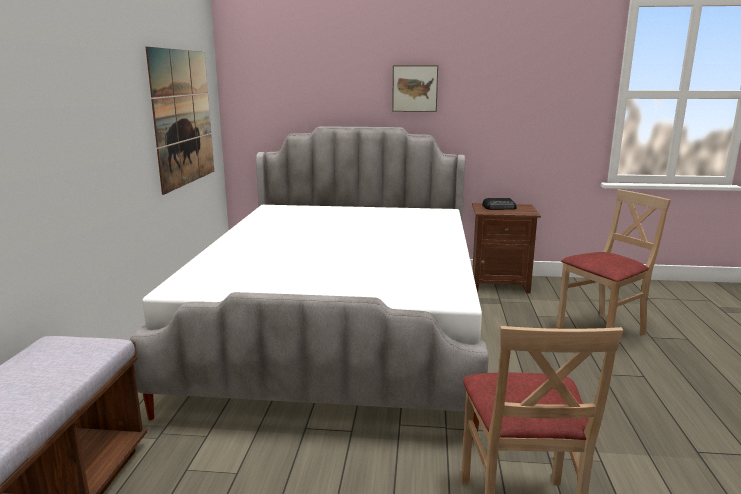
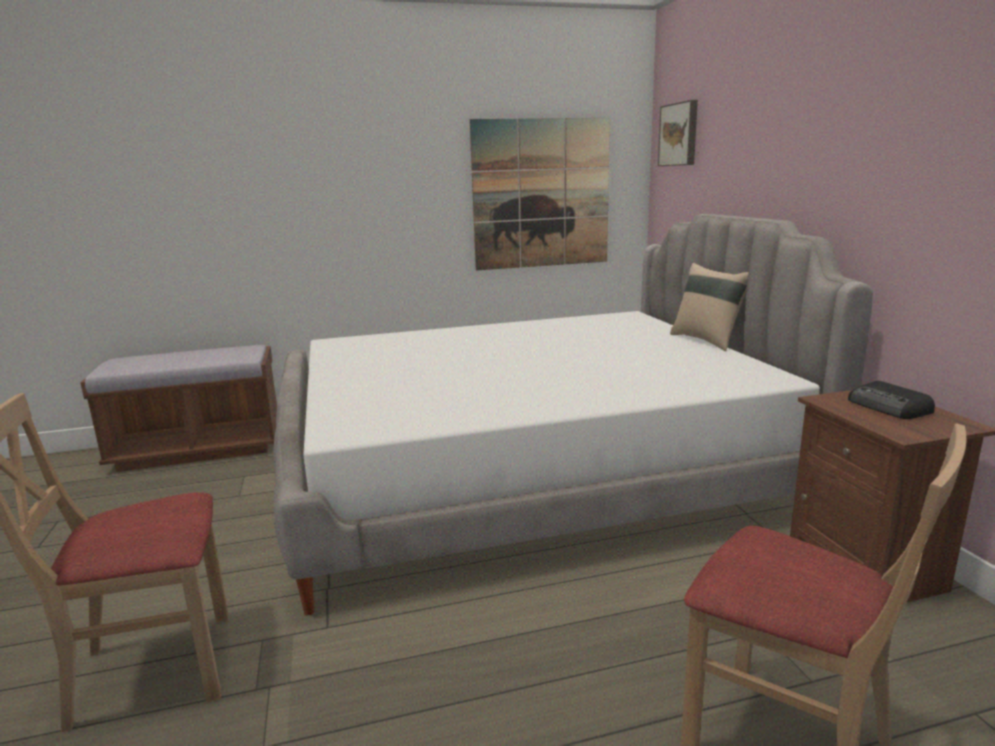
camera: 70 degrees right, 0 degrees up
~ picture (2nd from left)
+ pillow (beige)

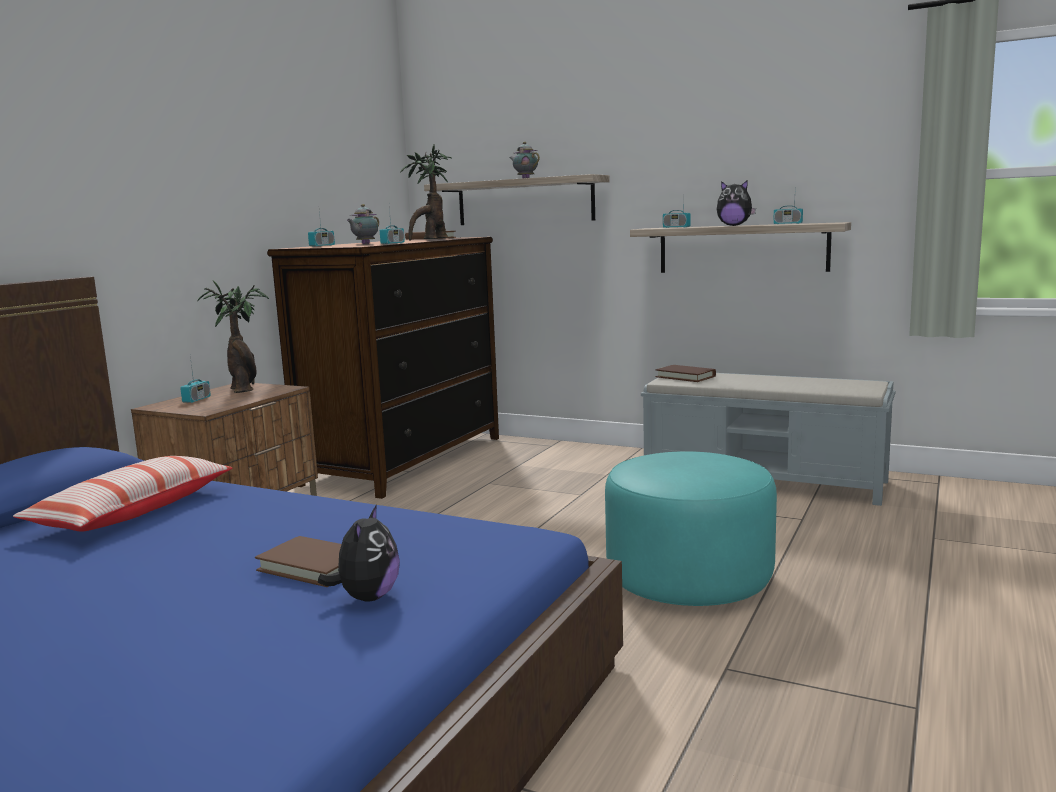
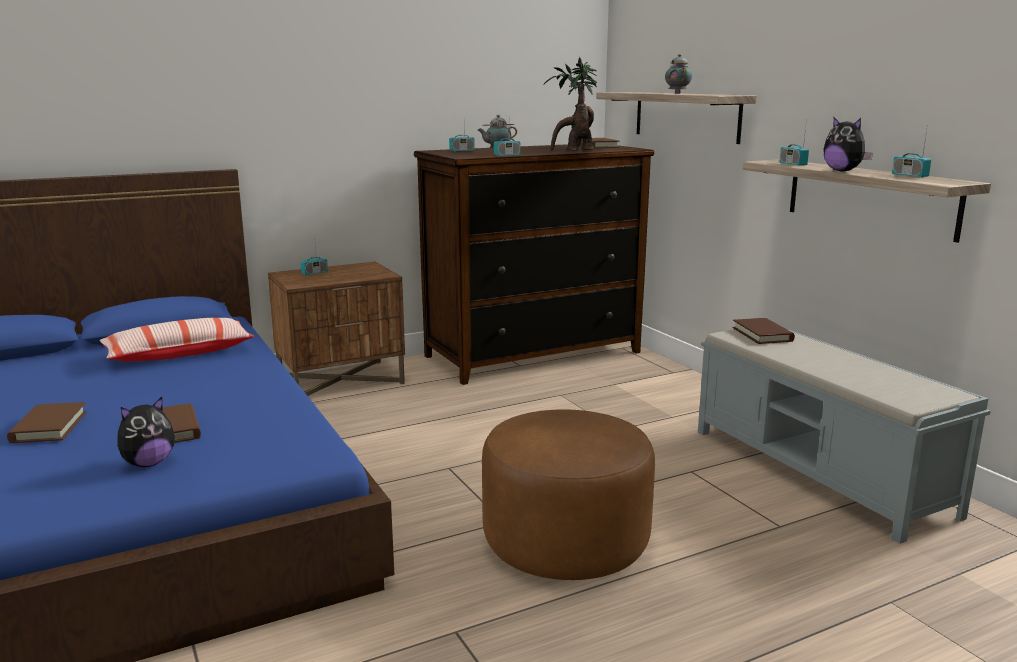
camera: 35 degrees right, 5 degrees up
- potted plant (1st from left)
~ ottoman (turquoise) to ottoman (brown)
+ book (brown) (1st from left)

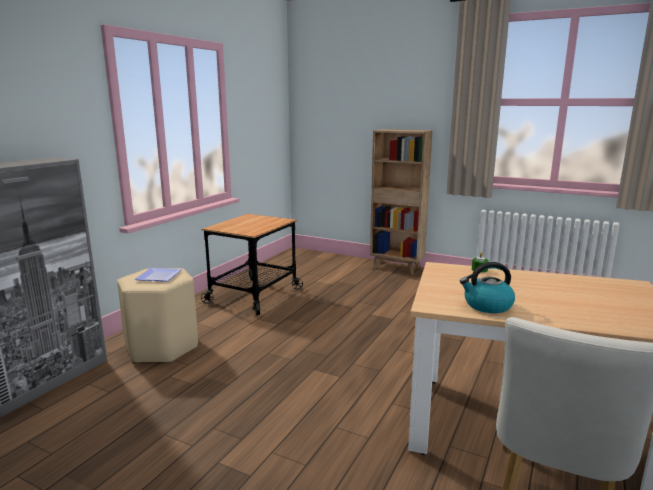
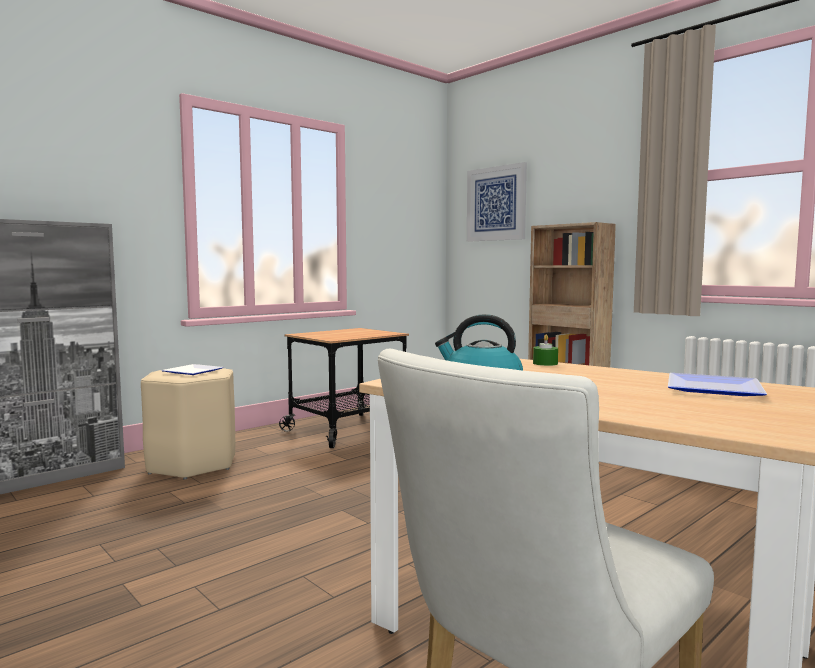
camera: 20 degrees right, 10 degrees down
+ picture
+ plate (2nd from left)

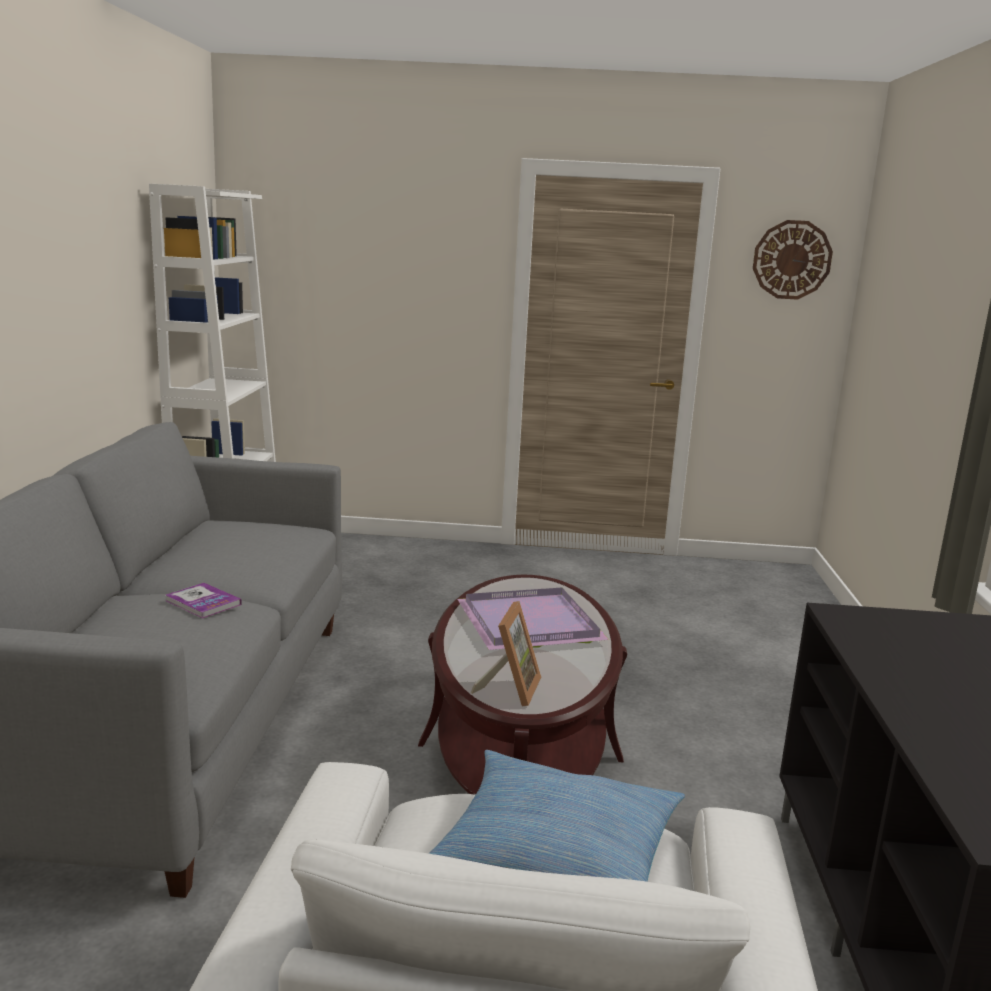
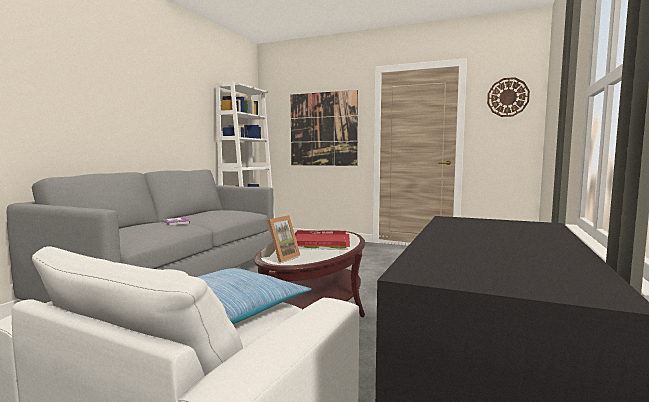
camera: 20 degrees right, 10 degrees down
~ tray (purple) to tray (red)
+ picture

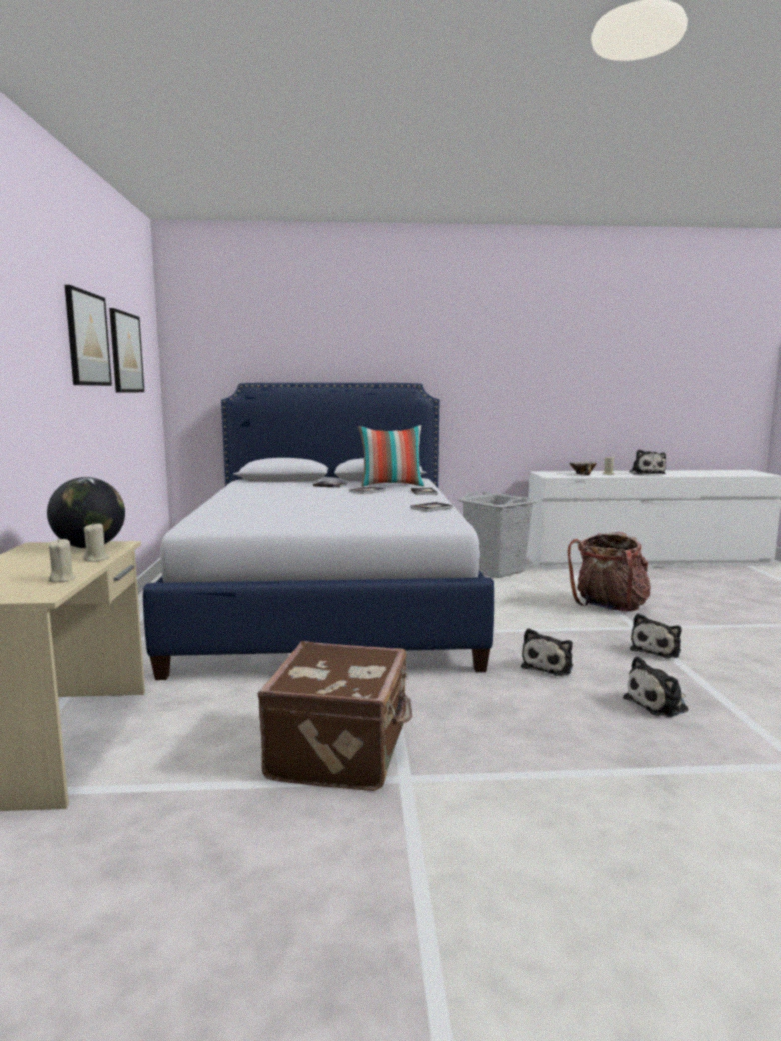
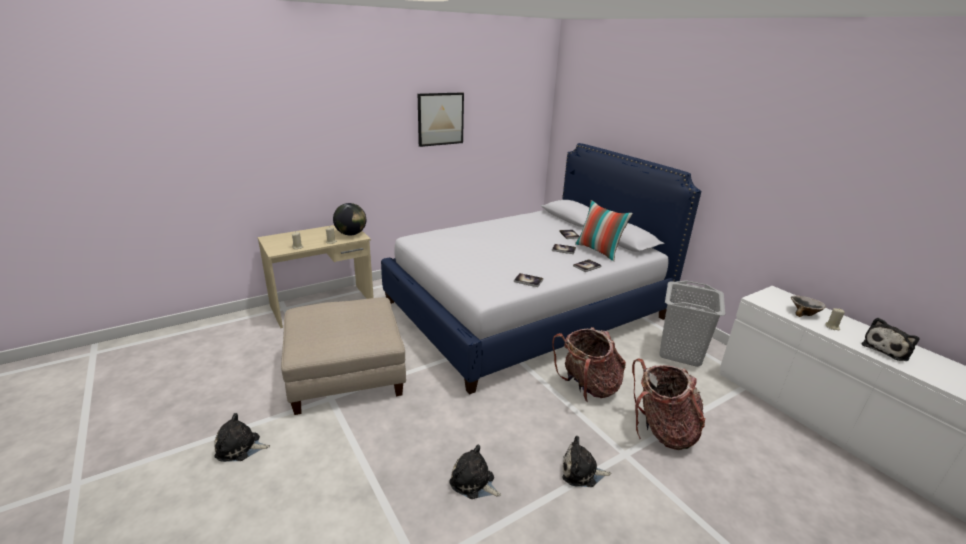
camera: 60 degrees right, 15 degrees up
- picture (2nd from left)
~ suitcase (brown) to ottoman (beige)
~ plush toy (1st from left)
+ backpack (1st from left)

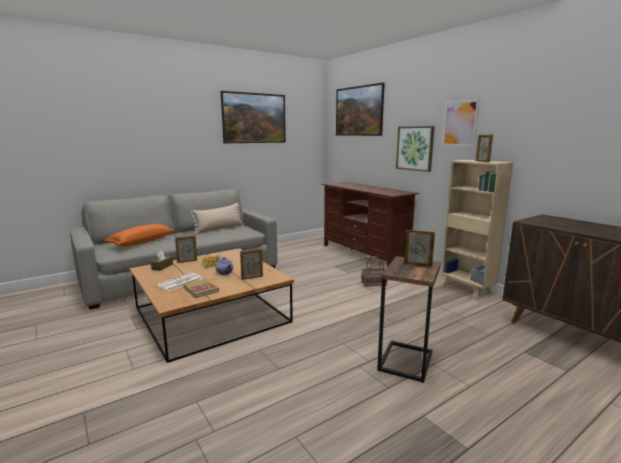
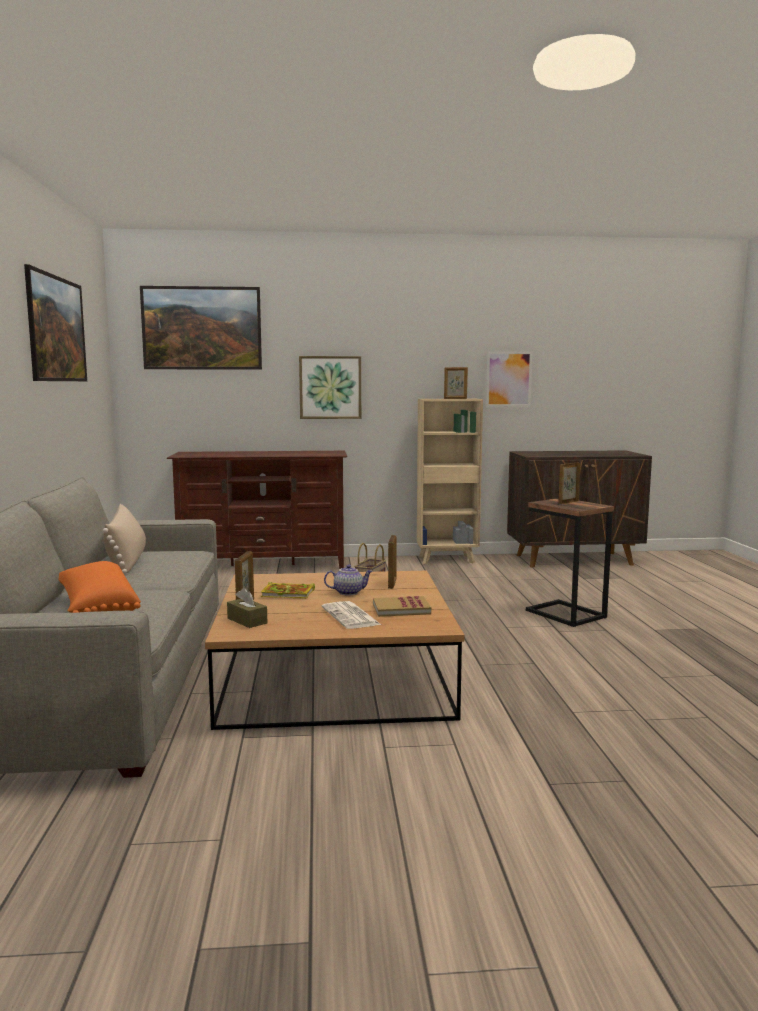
camera: 60 degrees left, 5 degrees down
~ picture (4th from left)

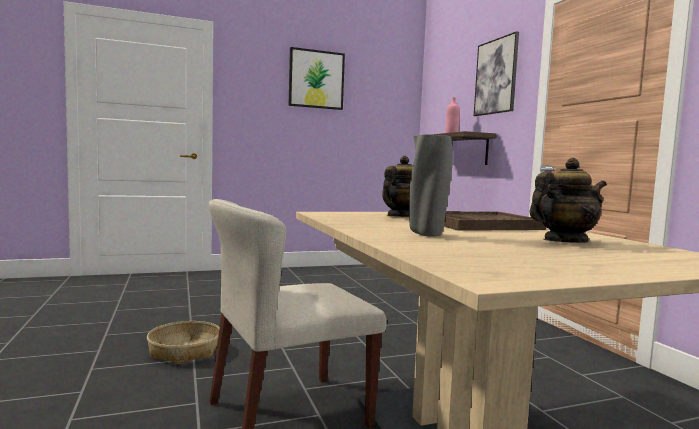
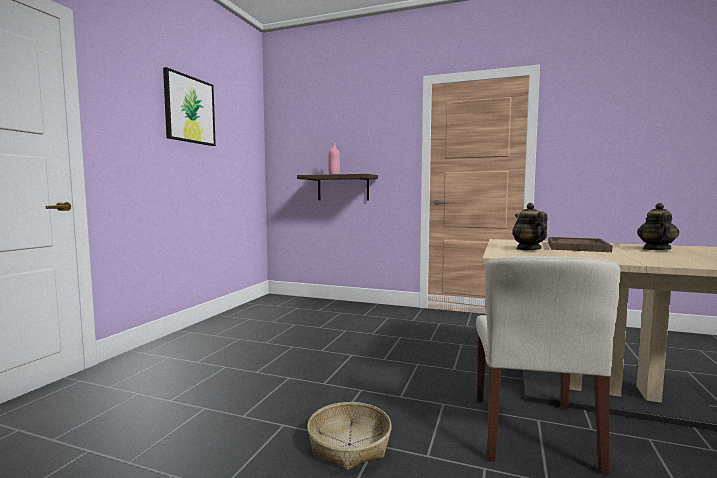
camera: 50 degrees left, 0 degrees up
- vase (grey)
- picture (2nd from left)

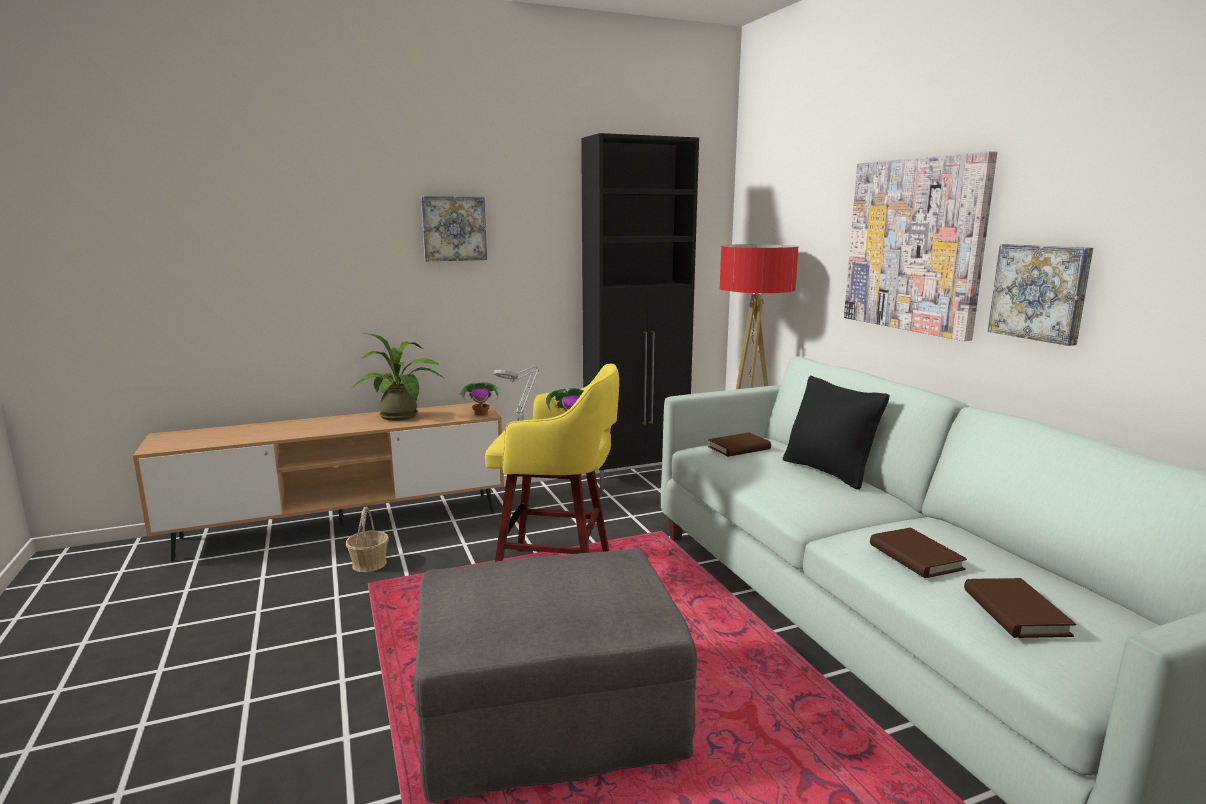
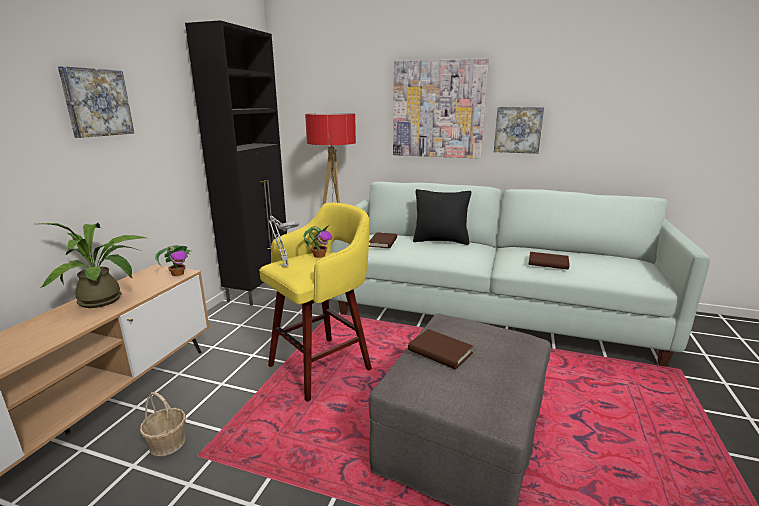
camera: 50 degrees left, 5 degrees up
~ book (brown) (3rd from left in the first image) to book (brown) (2nd from left)

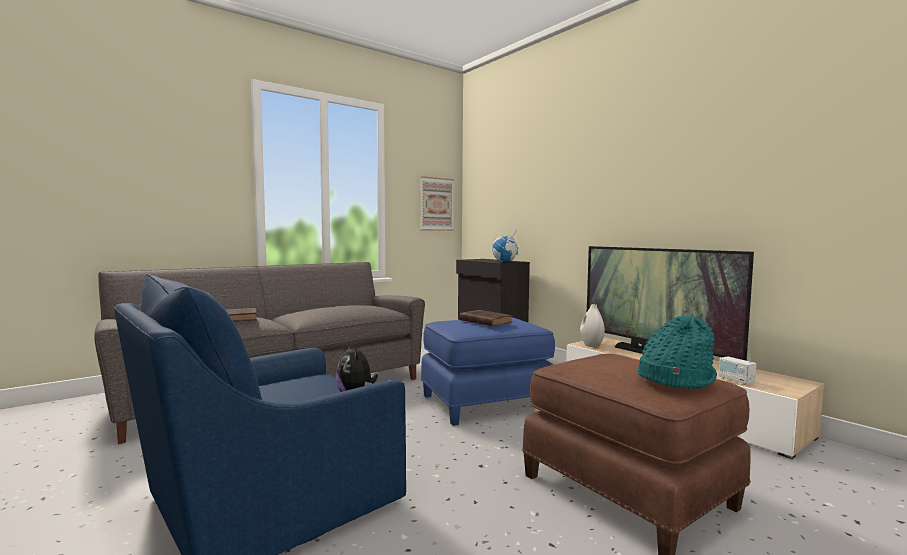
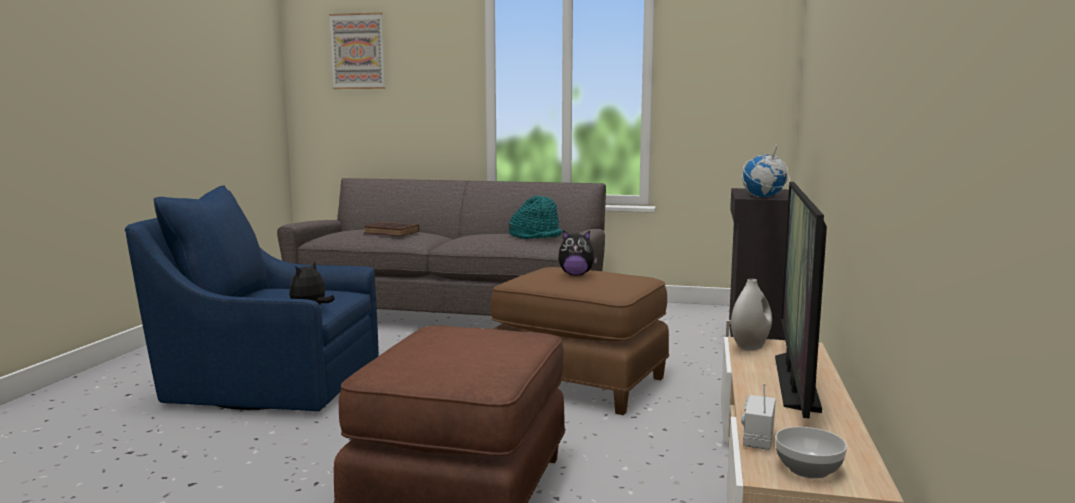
camera: 50 degrees right, 5 degrees up
~ picture
~ ottoman (blue) to ottoman (brown) (2nd from left)
~ book (brown) (2nd from left) to plush toy (2nd from left)
~ hat (turquoise)
+ bowl

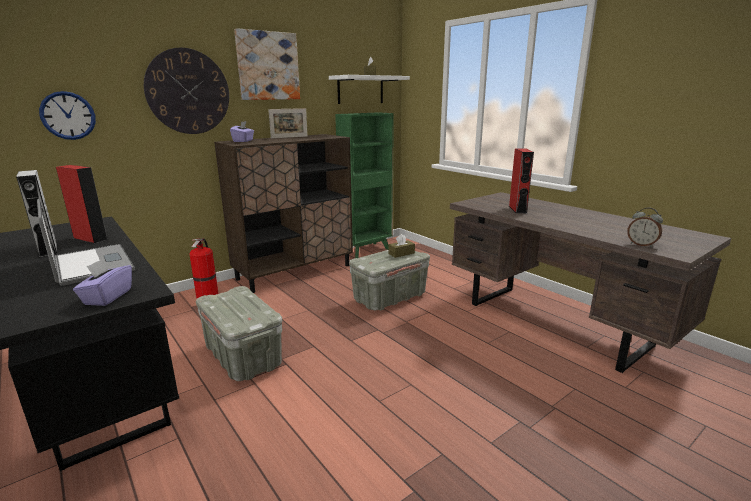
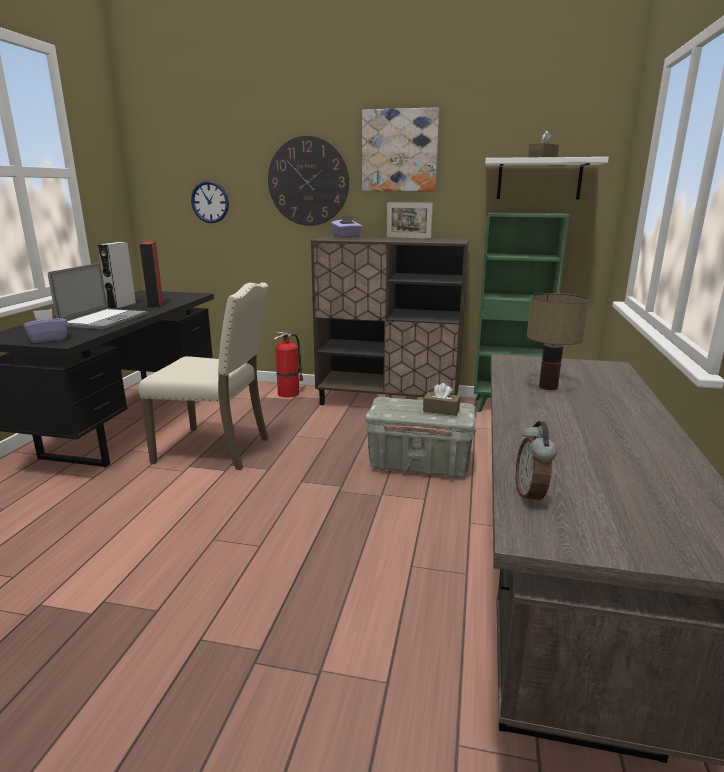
camera: 50 degrees right, 0 degrees up
~ storage box (grey) (1st from left) to chair (beige)
~ speaker (red) (2nd from left) to table lamp

